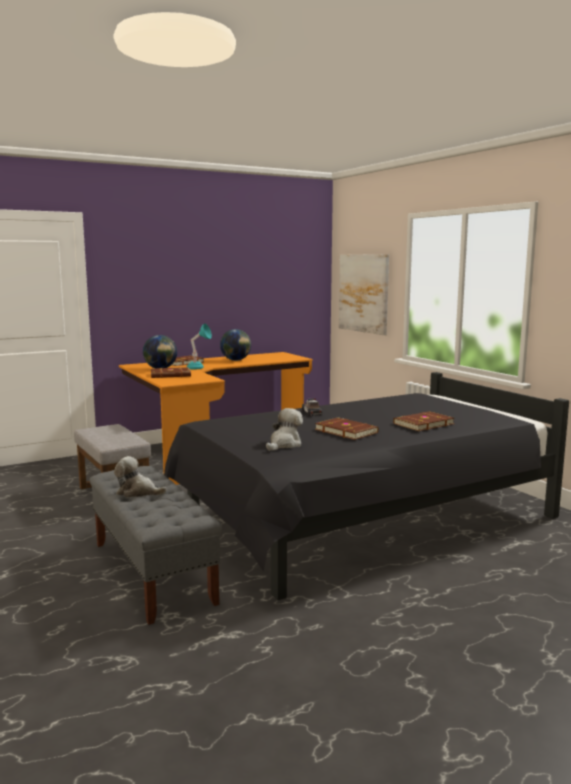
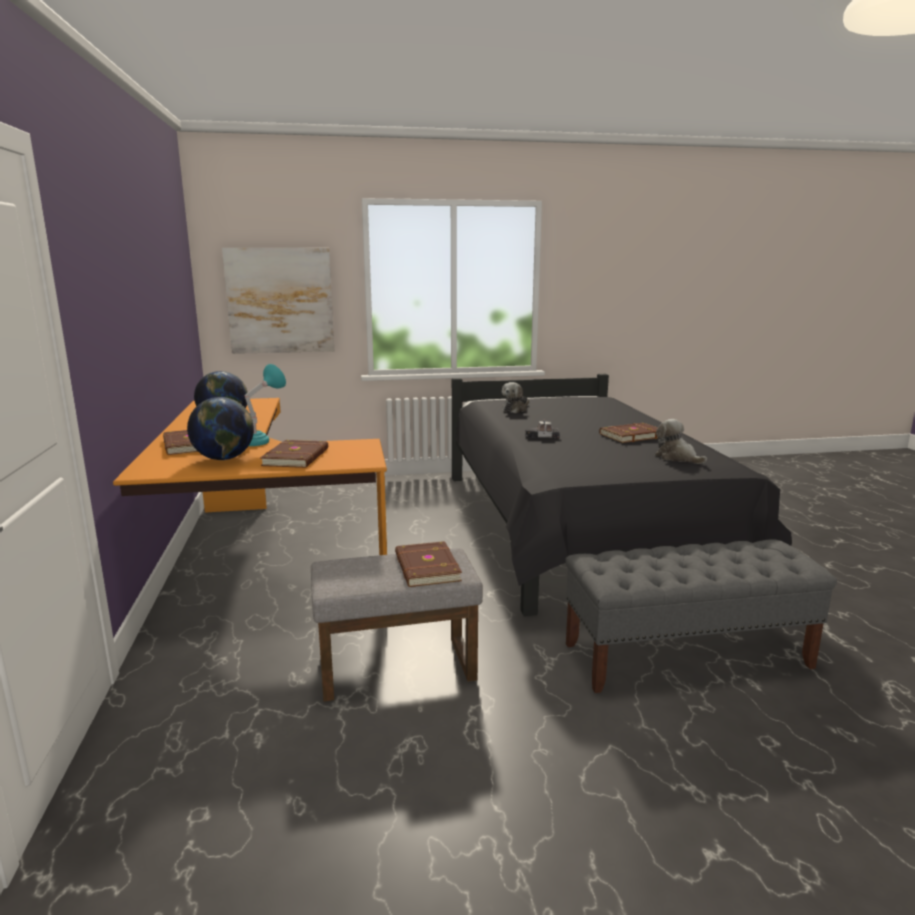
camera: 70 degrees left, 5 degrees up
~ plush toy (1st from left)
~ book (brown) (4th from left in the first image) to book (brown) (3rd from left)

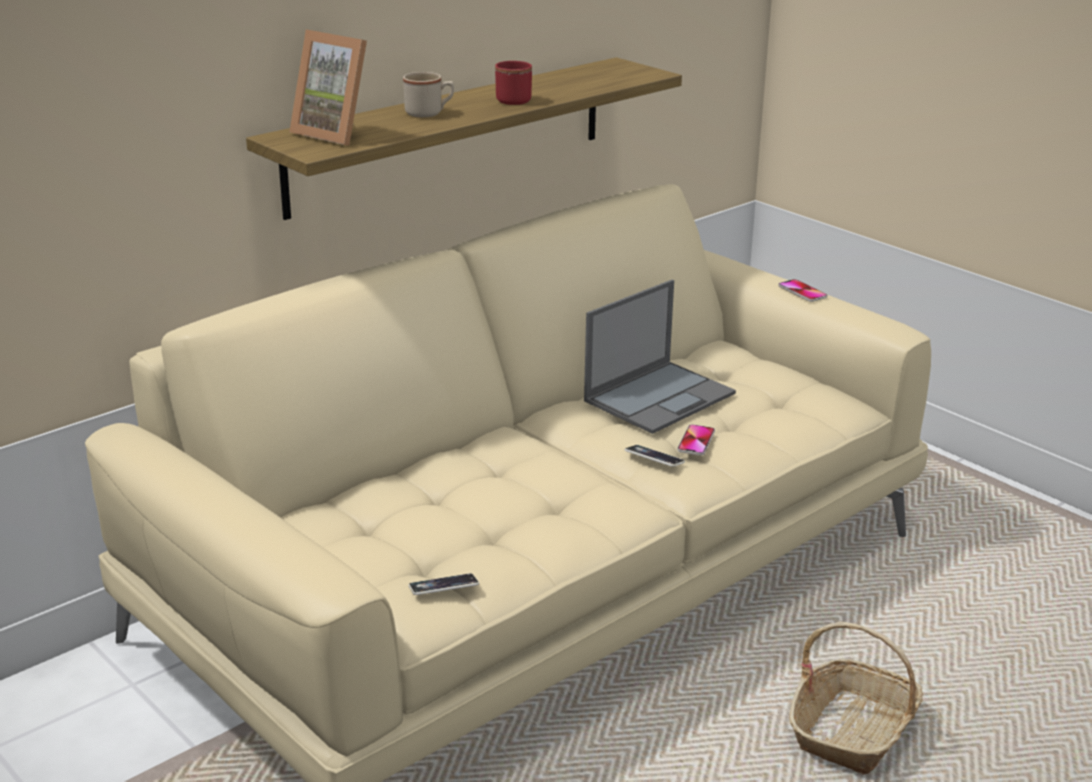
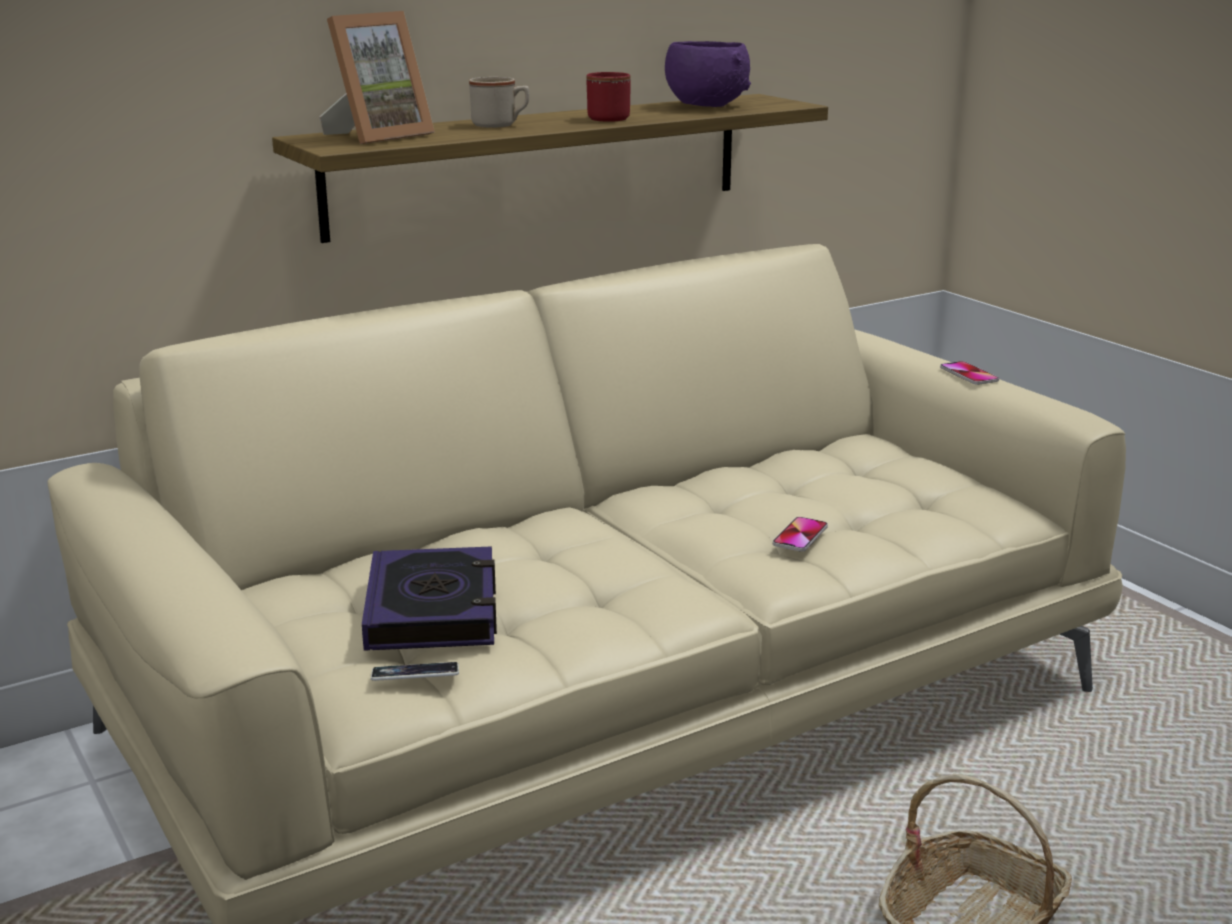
camera: 10 degrees right, 5 degrees down
~ picture frame 90 degrees counterclockwise
- laptop
- phone (2nd from left)
+ book
+ bowl (purple)

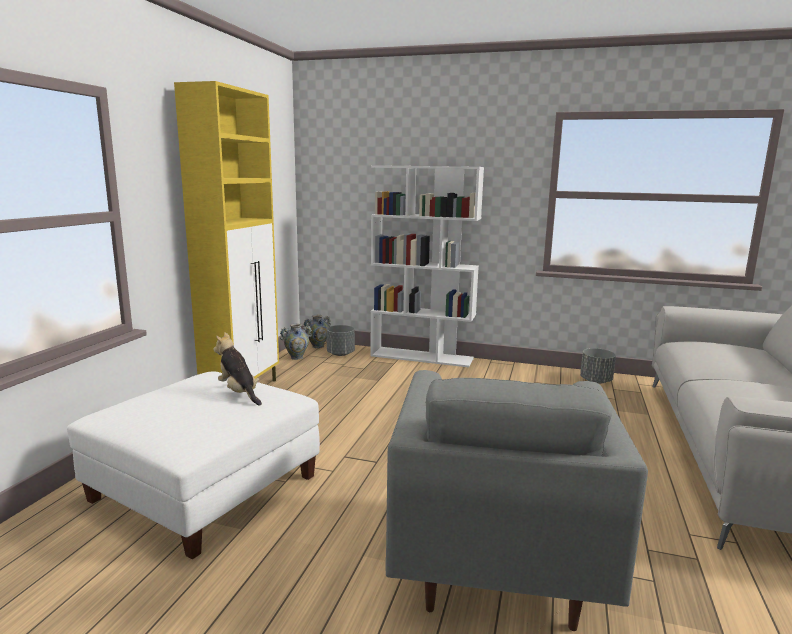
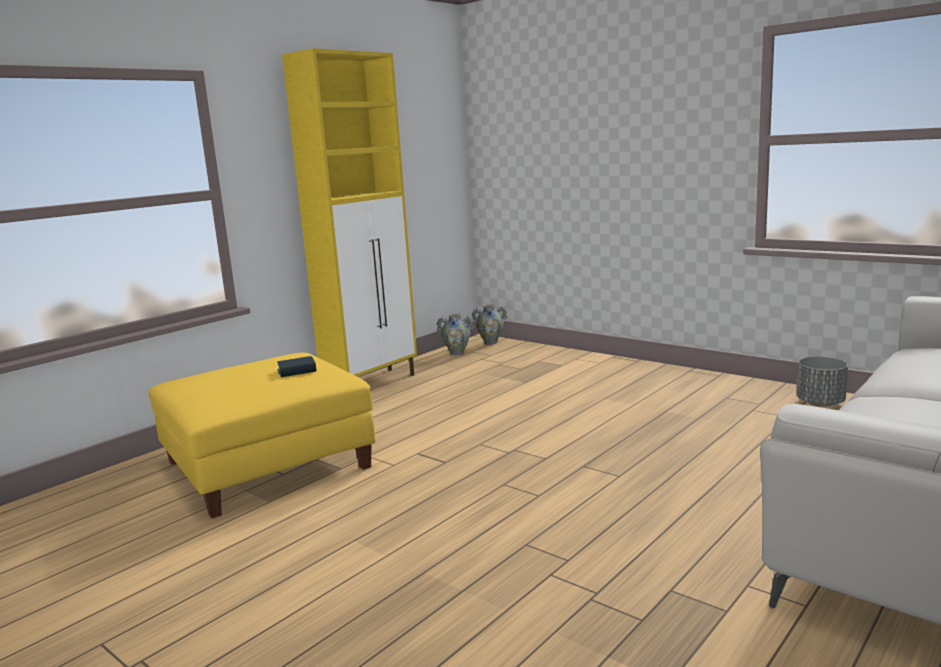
camera: 25 degrees right, 0 degrees up
~ ottoman (white) to ottoman (yellow)
~ plush toy to book
- planter (grey) (1st from left)
- bookcase (white)
- armchair (grey)

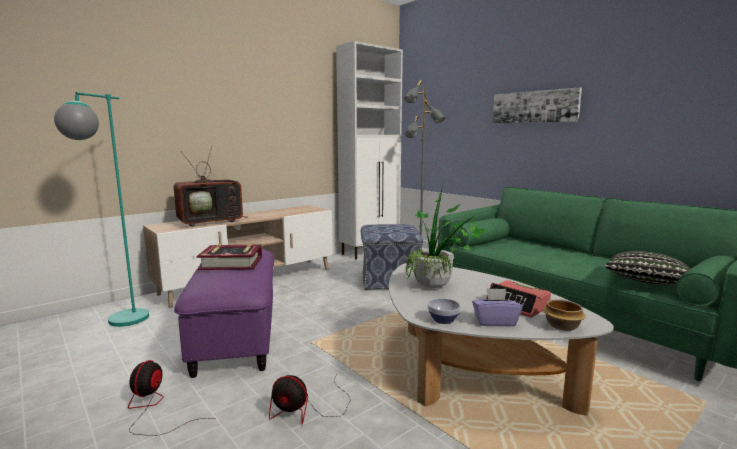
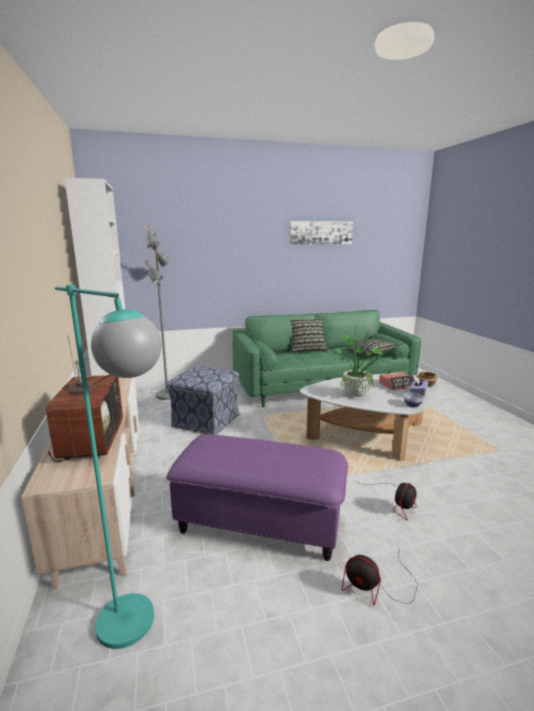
camera: 65 degrees left, 5 degrees up
- book
~ picture
+ pillow (1st from left)

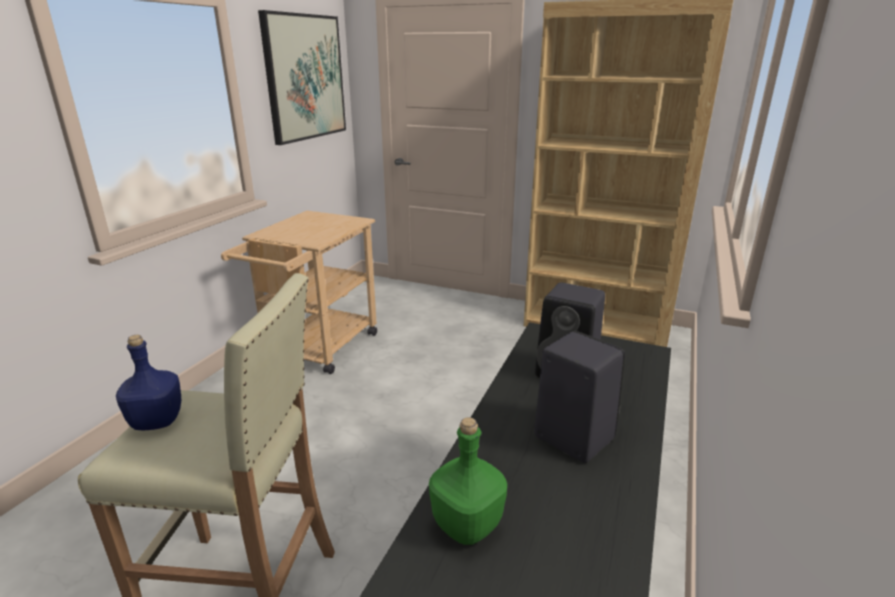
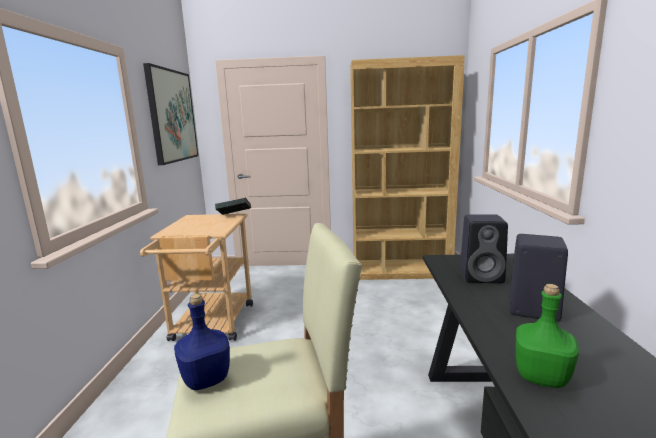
camera: 20 degrees left, 10 degrees down
+ book

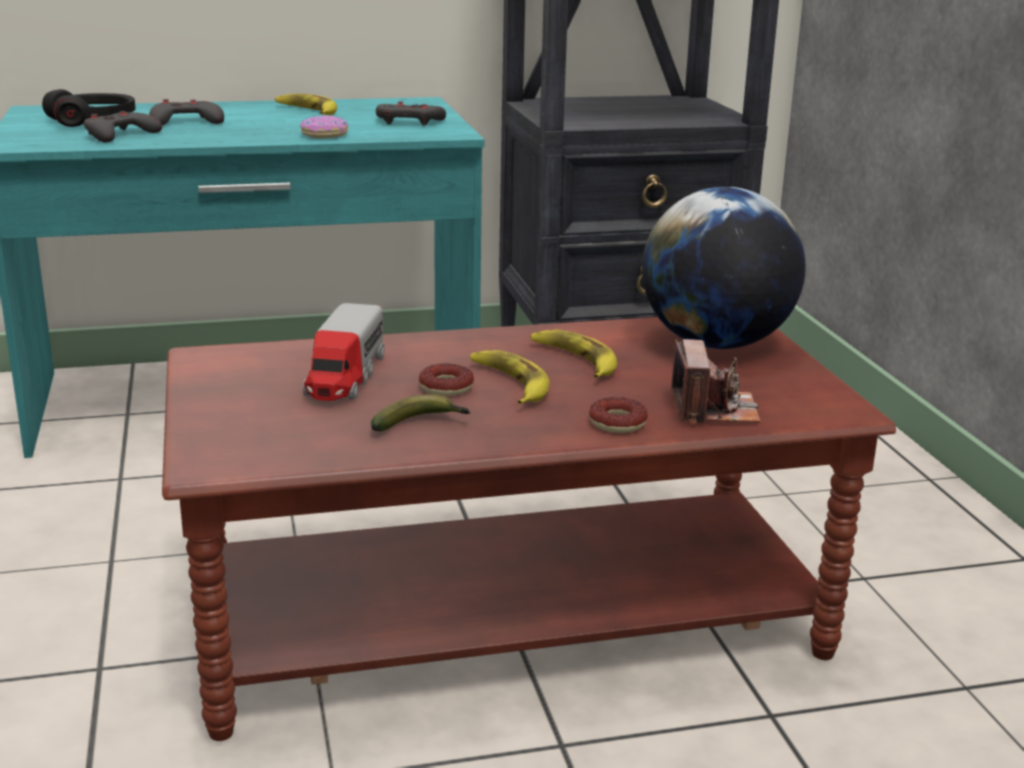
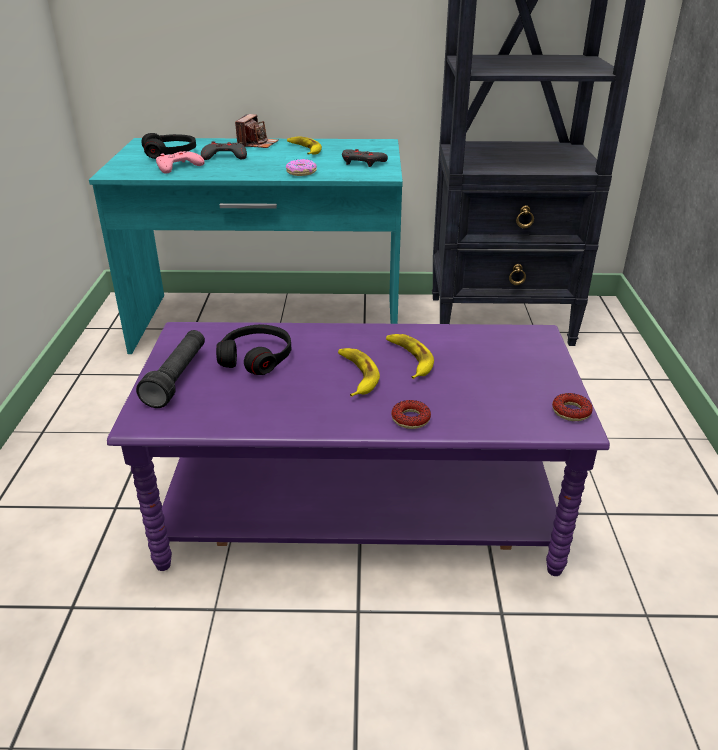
camera: 15 degrees right, 10 degrees up
~ game controller (grey) (1st from left) to game controller (pink)
~ coffee table (brown) to coffee table (purple)
~ toy truck to headphones (black) (2nd from left)
- banana (2nd from left)
~ donut (2nd from left in the first image) to donut (3rd from left)
- globe
~ photo camera
+ flashlight (black)

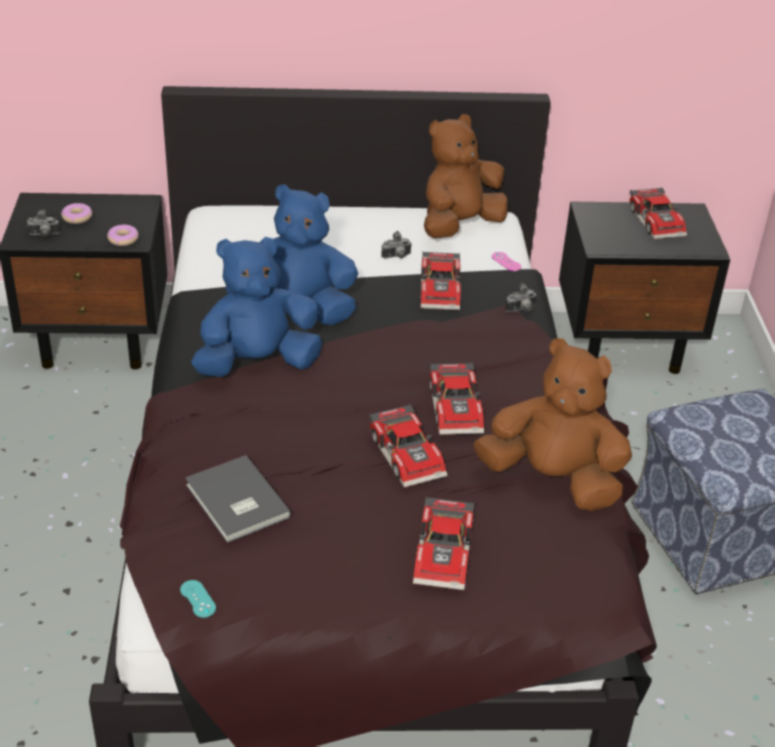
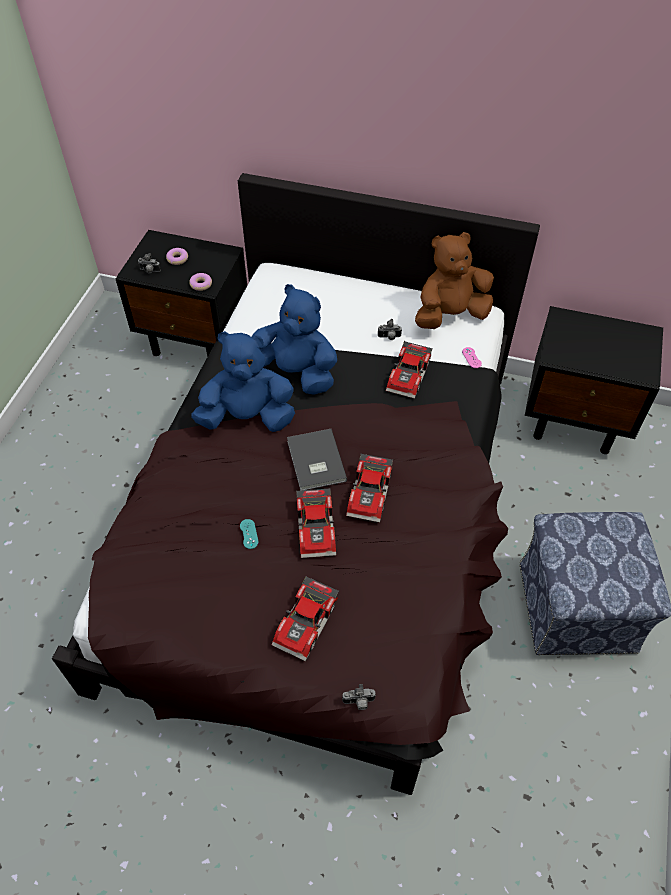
camera: 20 degrees right, 15 degrees up
~ game controller (turquoise)
~ book (grey)
- plush toy (brown) (2nd from left)
~ photo camera (3rd from left in the first image) to photo camera (2nd from left)
- toy car (5th from left)

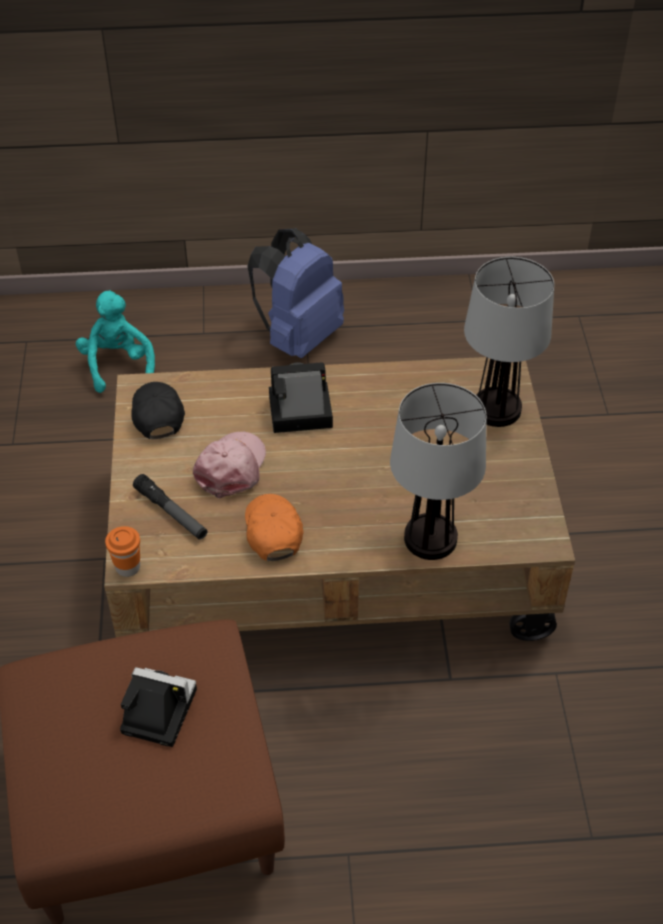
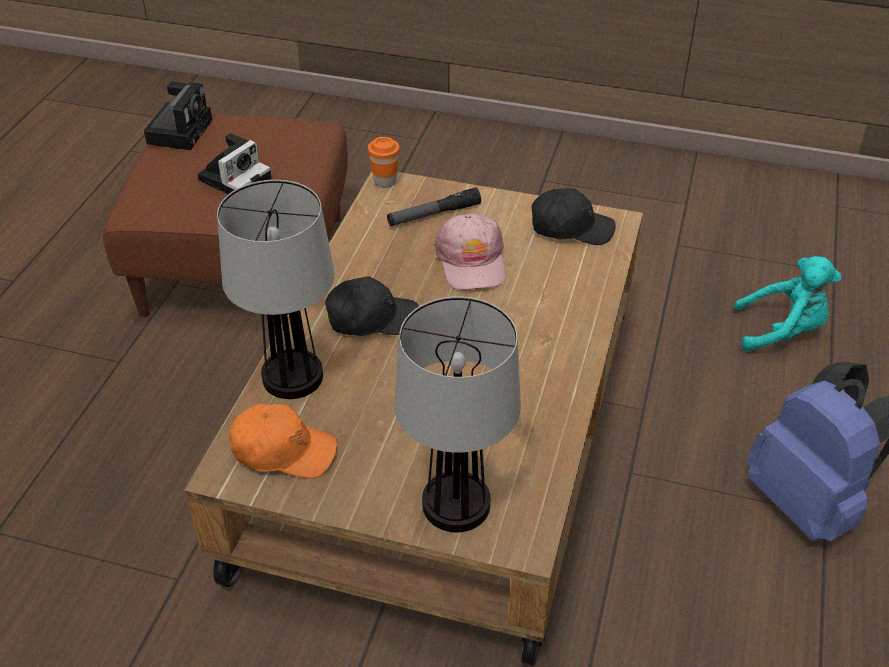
camera: 110 degrees right, 5 degrees down
~ cap (pink) 45 degrees clockwise
~ cap (orange)
~ photo camera (2nd from left in the first image) to photo camera (1st from left)
+ cap (black) (1st from left)

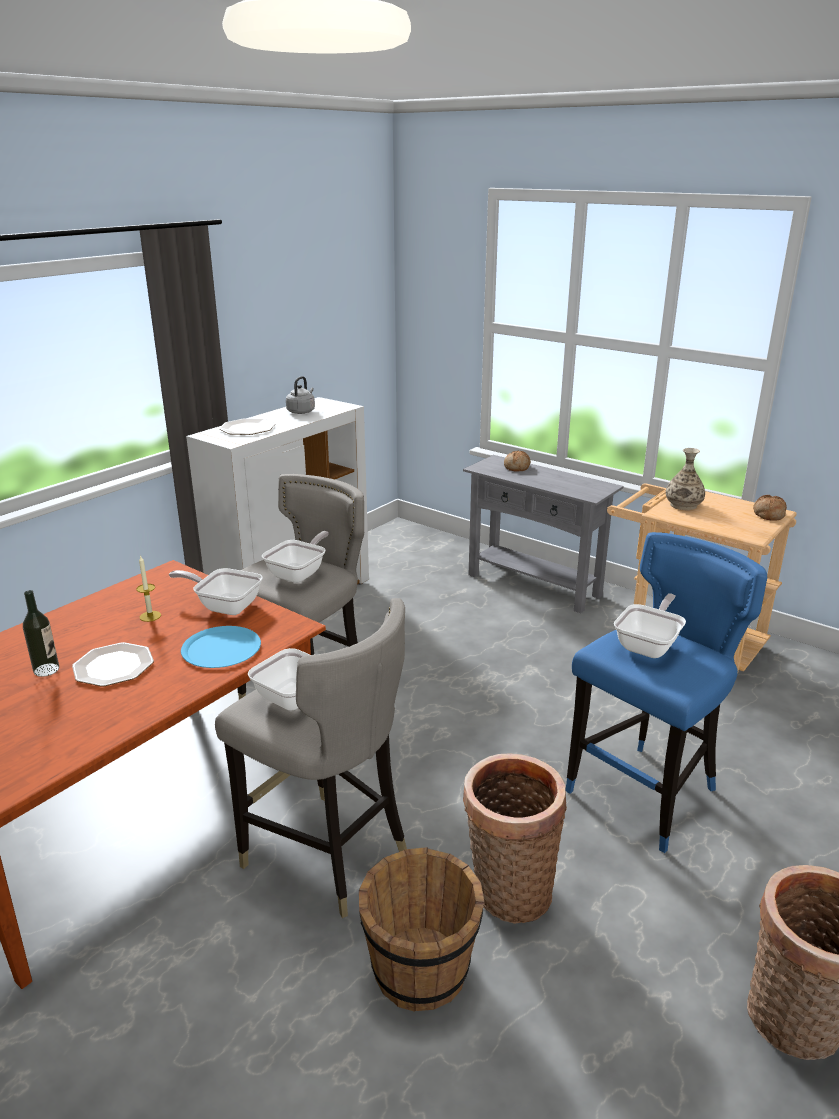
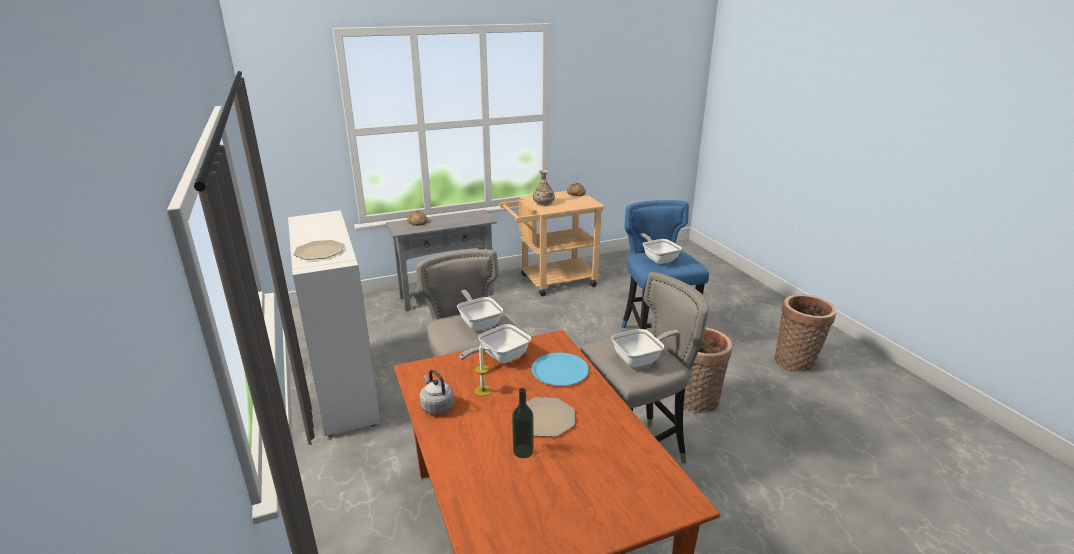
camera: 60 degrees left, 0 degrees up
~ kettle (grey)
- bucket (brown)

